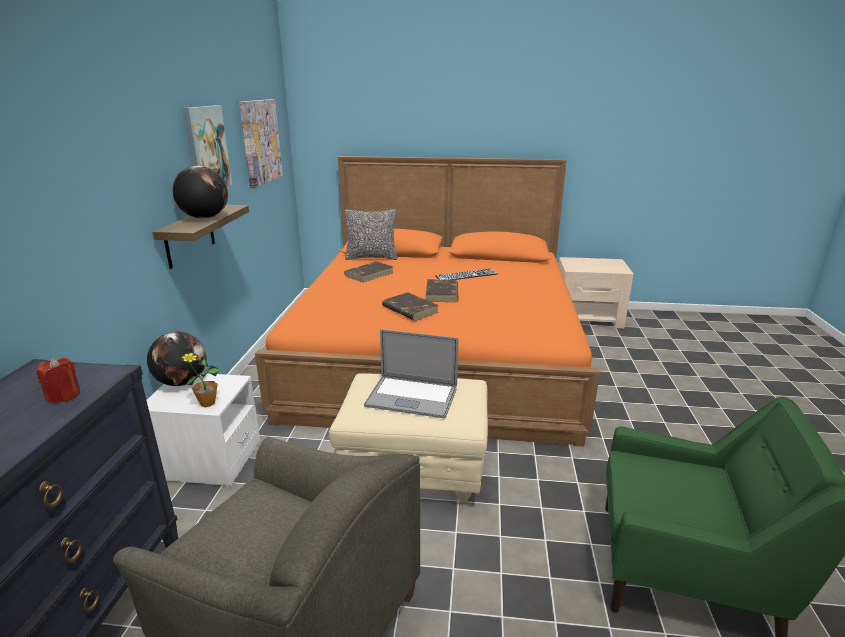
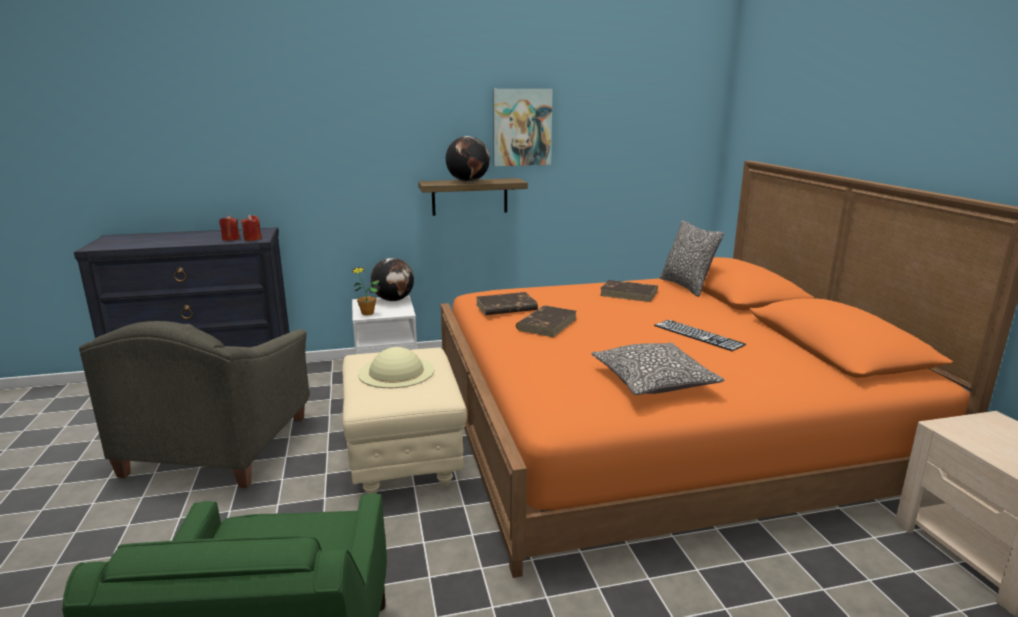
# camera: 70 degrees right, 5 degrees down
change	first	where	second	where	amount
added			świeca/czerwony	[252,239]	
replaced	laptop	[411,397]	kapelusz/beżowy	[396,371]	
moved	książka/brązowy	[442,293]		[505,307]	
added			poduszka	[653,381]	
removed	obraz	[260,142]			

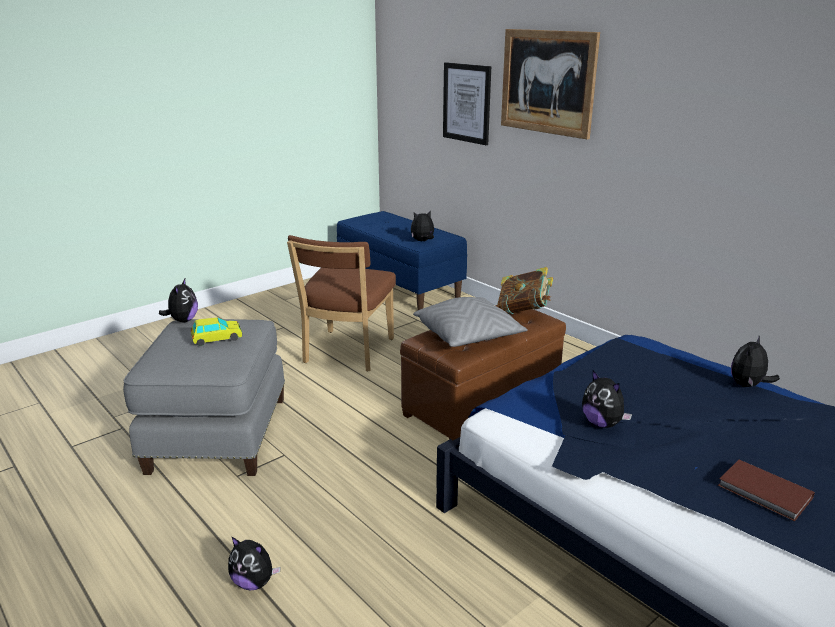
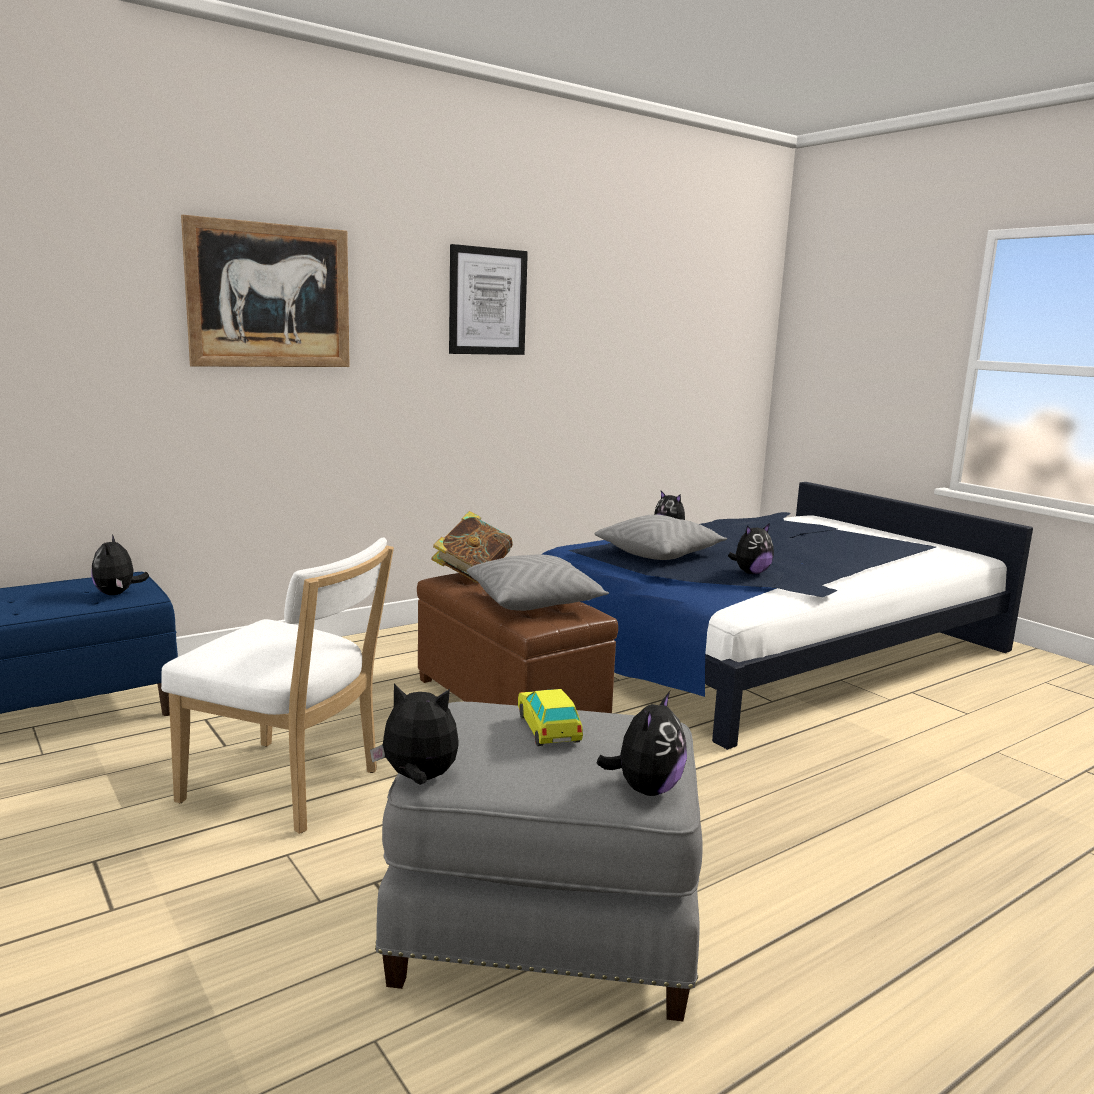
# camera: 85 degrees left, 10 degrees down
change	first	where	second	where	amount
recoloured	krzesło/brązowy	[346,353]	krzesło/biały	[289,788]	
moved	obraz	[467,103]		[487,301]	
added			poduszka/szary	[659,554]	
moved	pluszak	[254,582]		[646,789]	
removed	książka/brązowy	[765,493]			

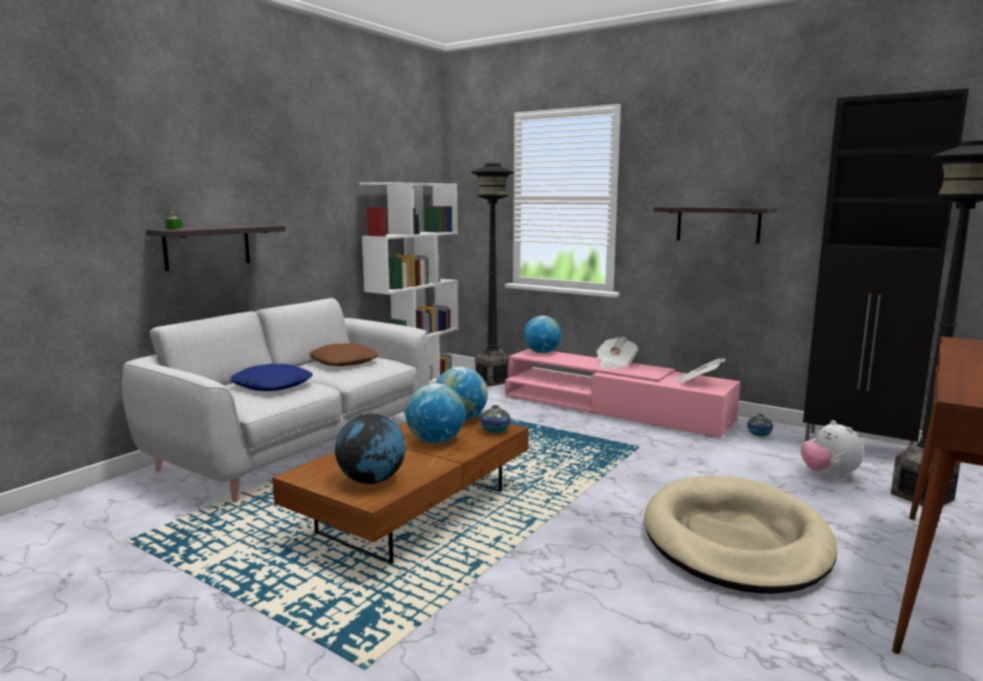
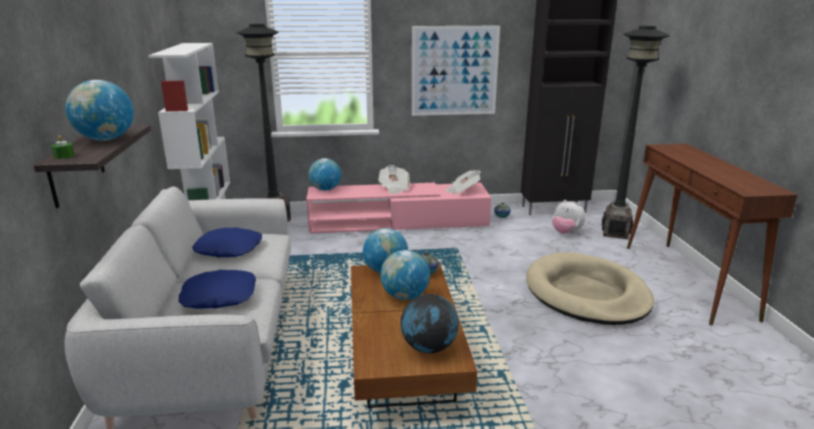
# camera: 40 degrees left, 10 degrees up
change	first	where	second	where	amount
added			globus	[106,139]	
recoloured	poduszka/brązowy	[344,362]	poduszka/niebieski	[229,249]	
replaced	półka	[718,224]	obraz	[454,71]	

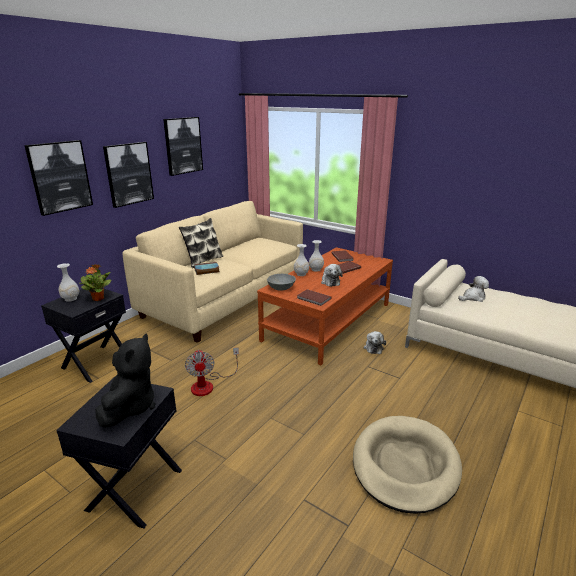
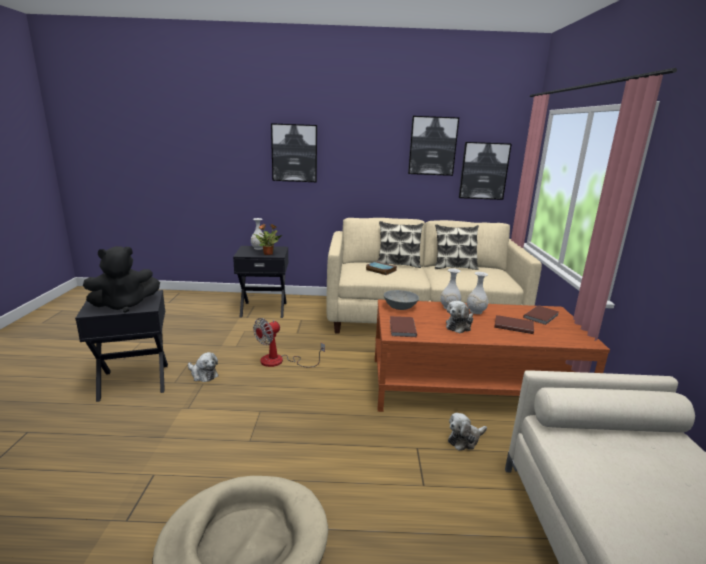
# camera: 55 degrees right, 5 degrees down
change	first	where	second	where	amount
moved	pluszak	[473,298]		[203,375]	
added			poduszka	[454,267]	
moved	obraz	[128,174]		[483,171]	

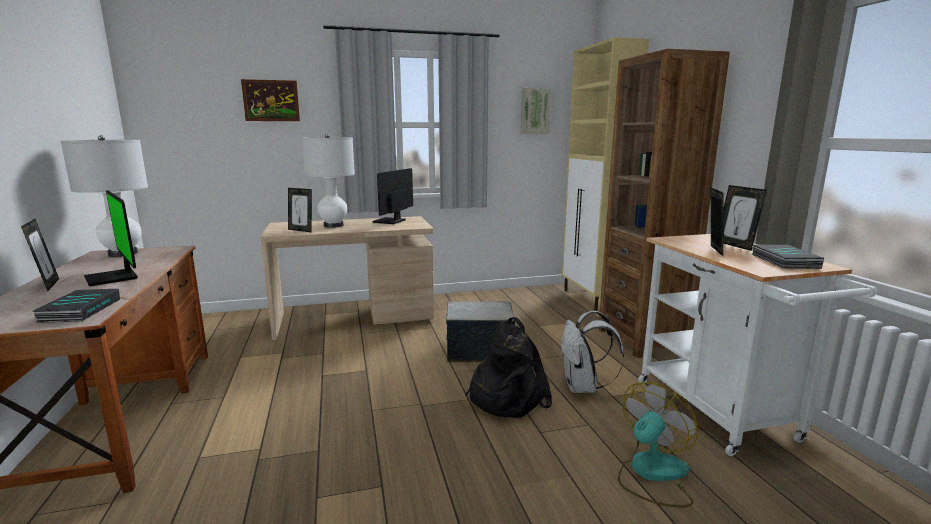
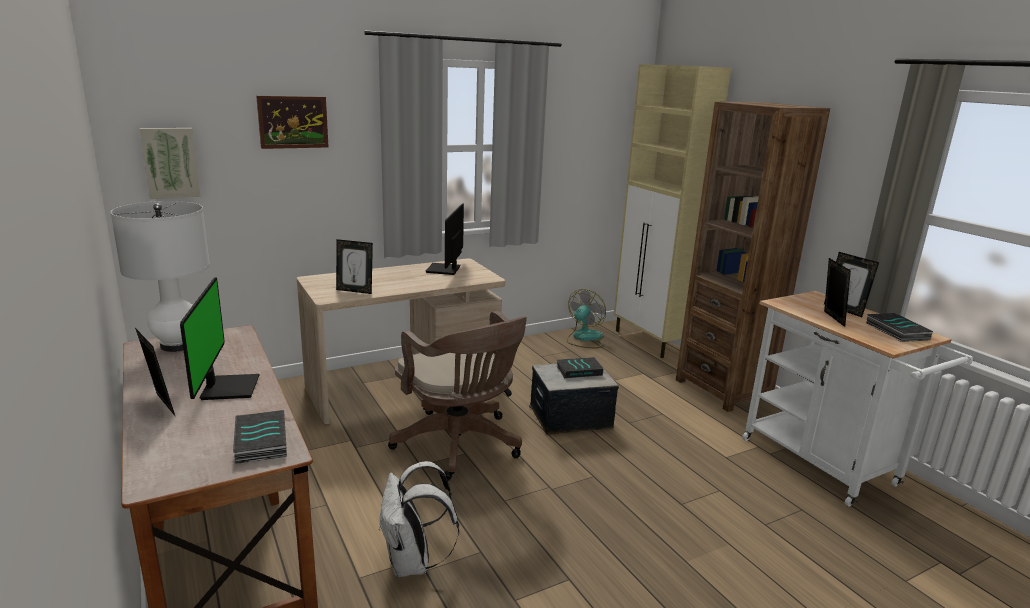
# camera: 15 degrees left, 5 degrees up
change	first	where	second	where	amount
moved	obraz	[535,111]		[170,162]	
turned	monitor	[114,277]		[227,387]	135 degrees counterclockwise
moved	plecak/biały	[583,387]		[412,563]	
added			krzesło biurowe/brązowy	[461,446]	
added			książka	[579,370]	
moved	wentylator	[652,474]		[584,338]	
removed	lampa stołowa/biały	[333,225]			
removed	plecak/czarny	[505,397]			

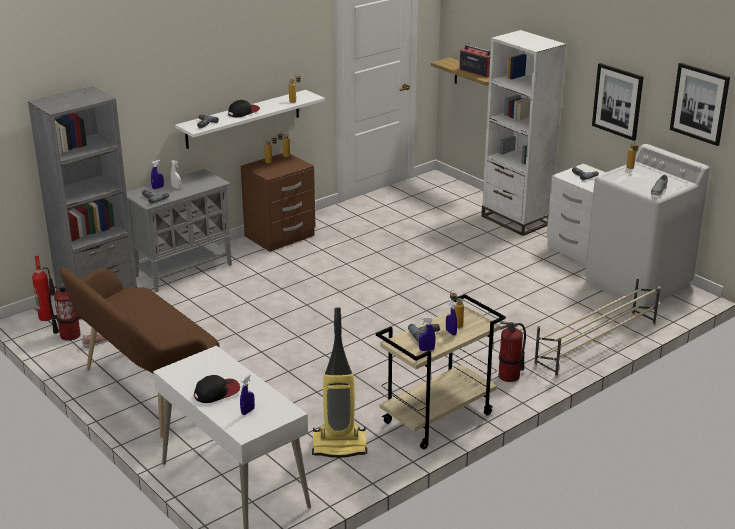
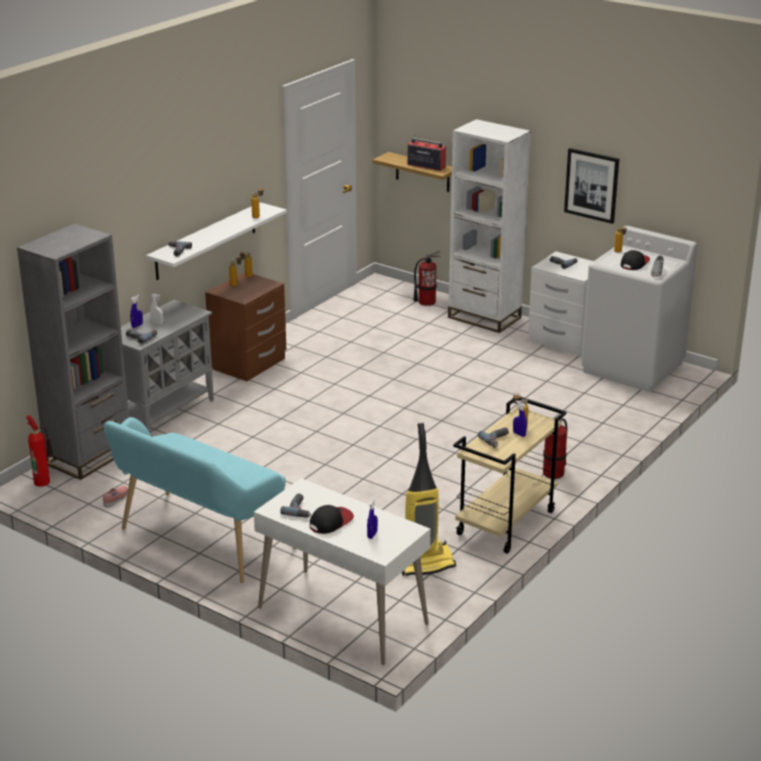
# camera: 15 degrees left, 0 degrees up
change	first	where	second	where	amount
recoloured	ławka/brązowy	[147,391]	ławka/turkusowy	[200,541]	
added			wiertarka	[300,509]	
moved	gaśnica	[70,335]		[426,302]	
moved	czapka z daszkiem	[243,112]		[634,263]	
removed	spryskiwacz/niebieski	[426,350]			
removed	regał na buty/beżowy	[595,344]			
removed	obraz	[700,103]			

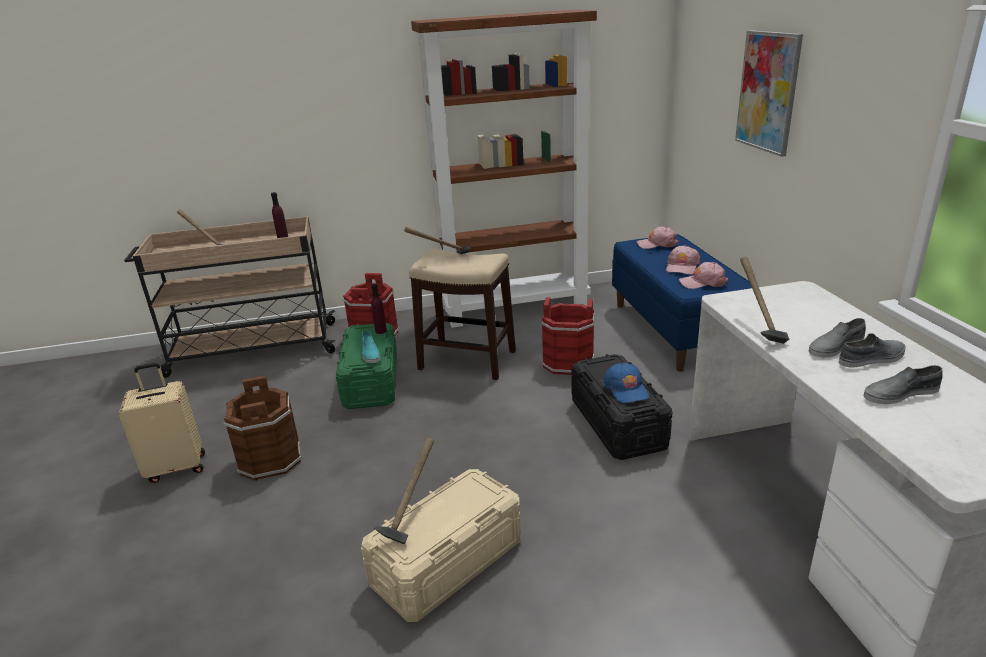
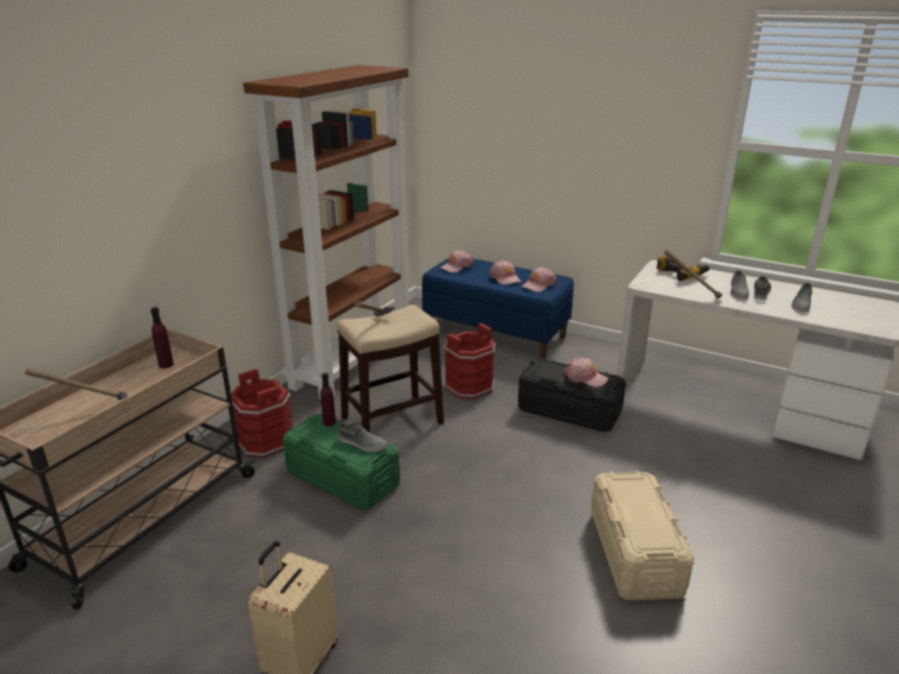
# camera: 50 degrees left, 0 degrees up
change	first	where	second	where	amount
recoloured	but/turkusowy	[370,353]	but/szary	[362,443]	
recoloured	czapka z daszkiem/niebieski	[626,389]	czapka z daszkiem/różowy	[585,377]	
added			wiertarka	[681,274]	
removed	wiadro/brązowy	[271,459]			
removed	młotek	[411,516]			
removed	obraz	[768,92]			

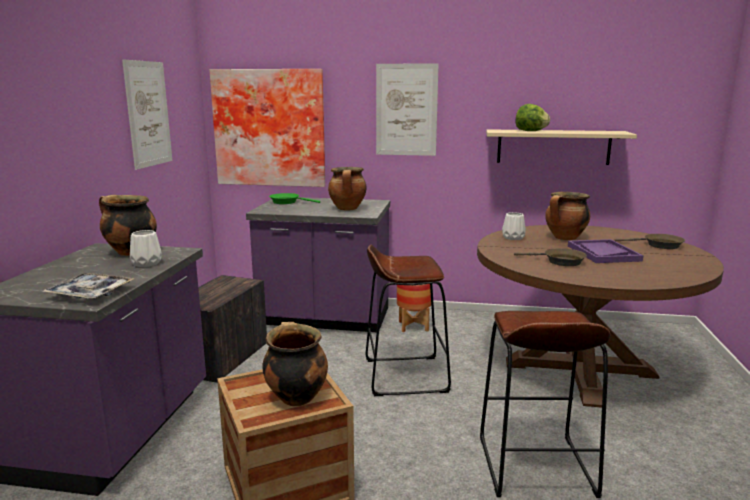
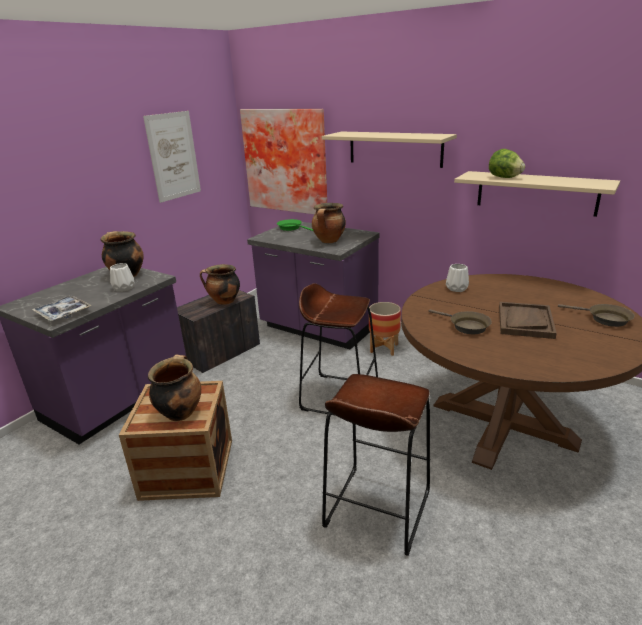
# camera: 25 degrees right, 10 degrees up
change	first	where	second	where	amount
moved	garnek	[565,238]		[224,302]	
replaced	obraz	[406,110]	półka/beżowy	[395,149]	
recoloured	taca/fioletowy	[603,253]	taca/brązowy	[525,321]	

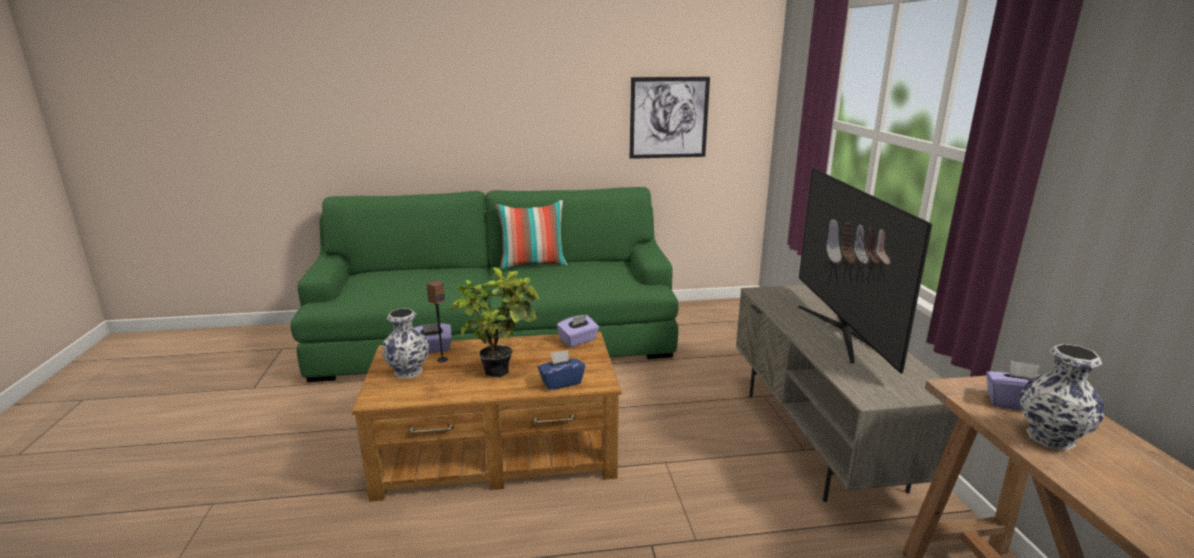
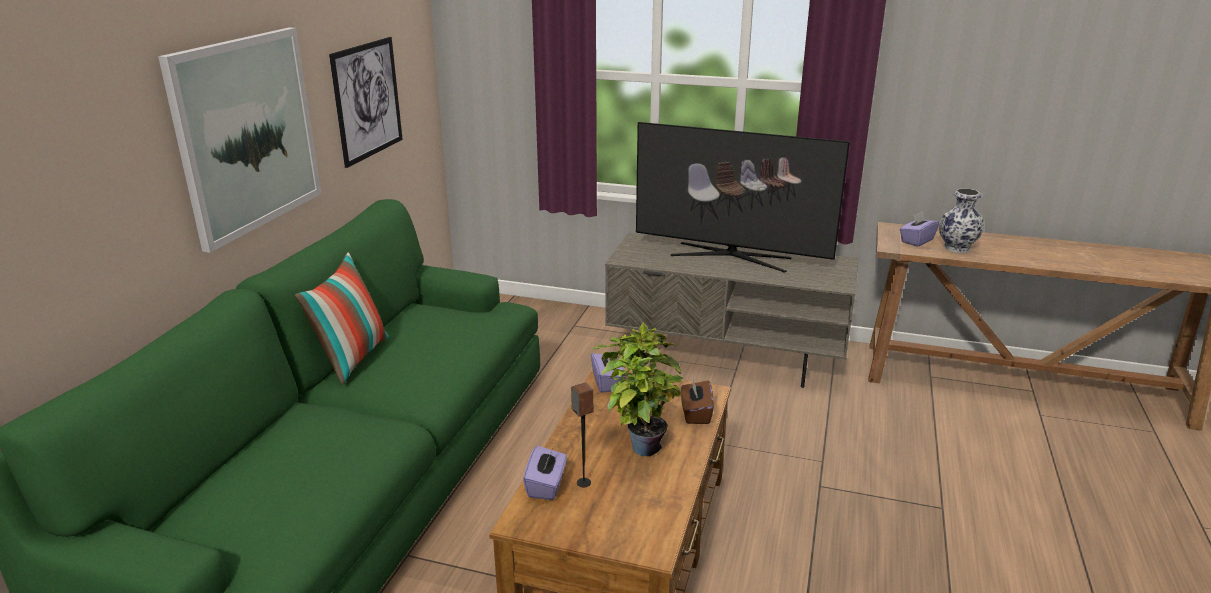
# camera: 65 degrees left, 5 degrees up
change	first	where	second	where	amount
added			obraz	[247,134]	
recoloured	pudełko chusteczek/niebieski	[561,382]	pudełko chusteczek/brązowy	[695,414]	
removed	wazon	[407,371]			

